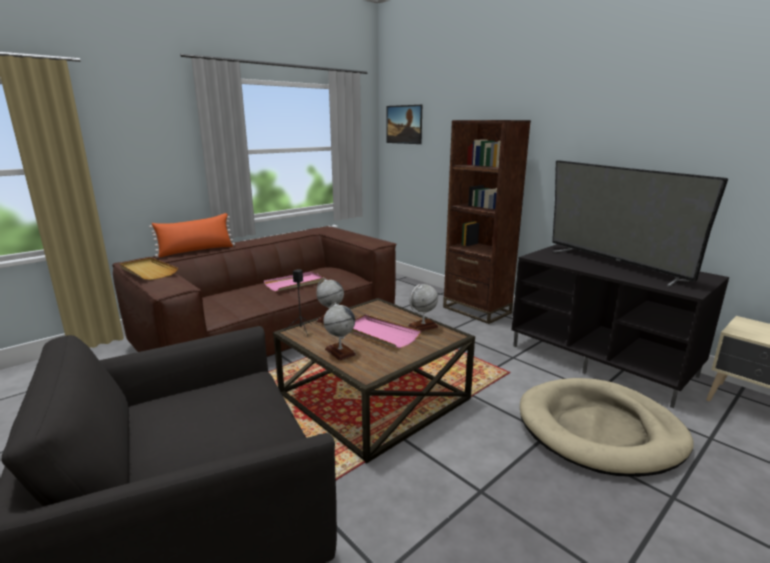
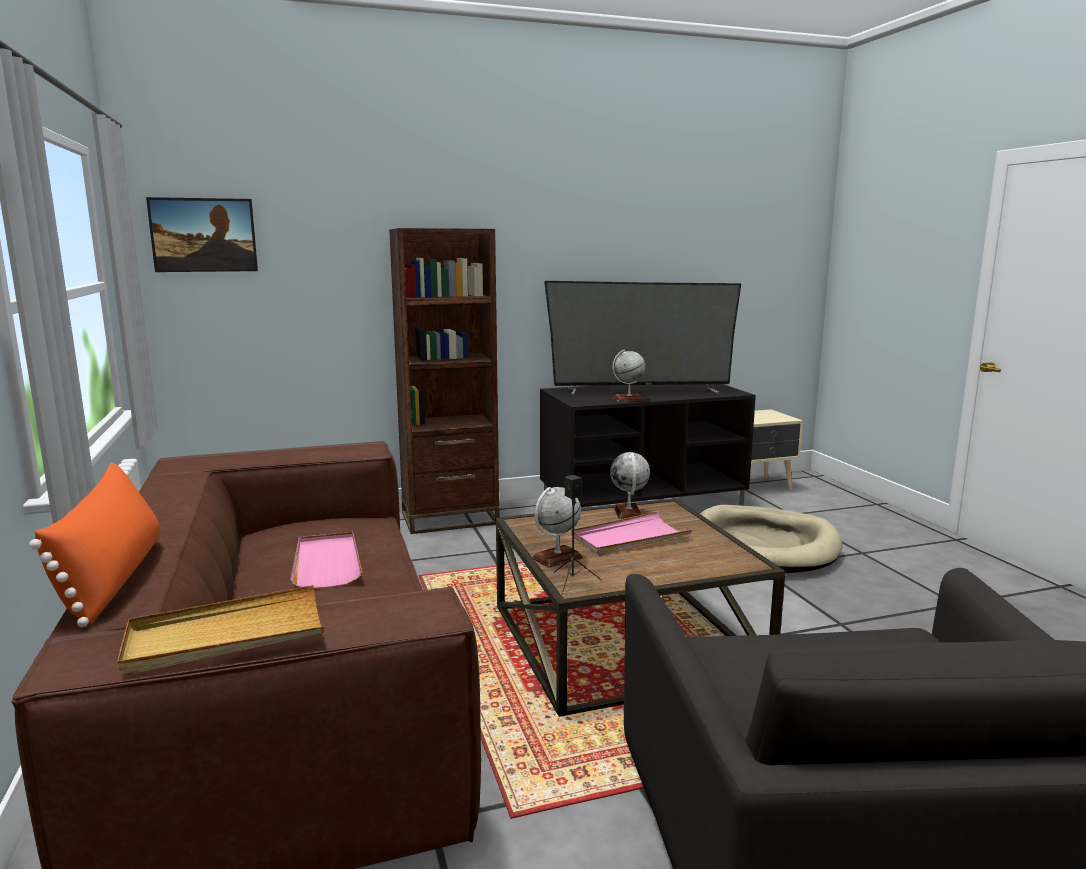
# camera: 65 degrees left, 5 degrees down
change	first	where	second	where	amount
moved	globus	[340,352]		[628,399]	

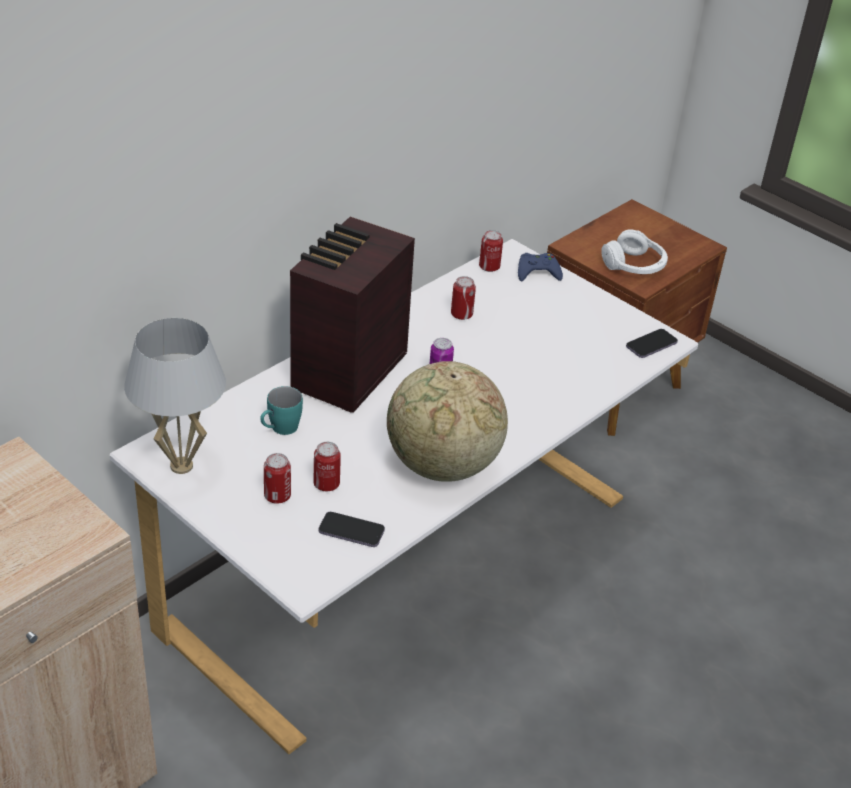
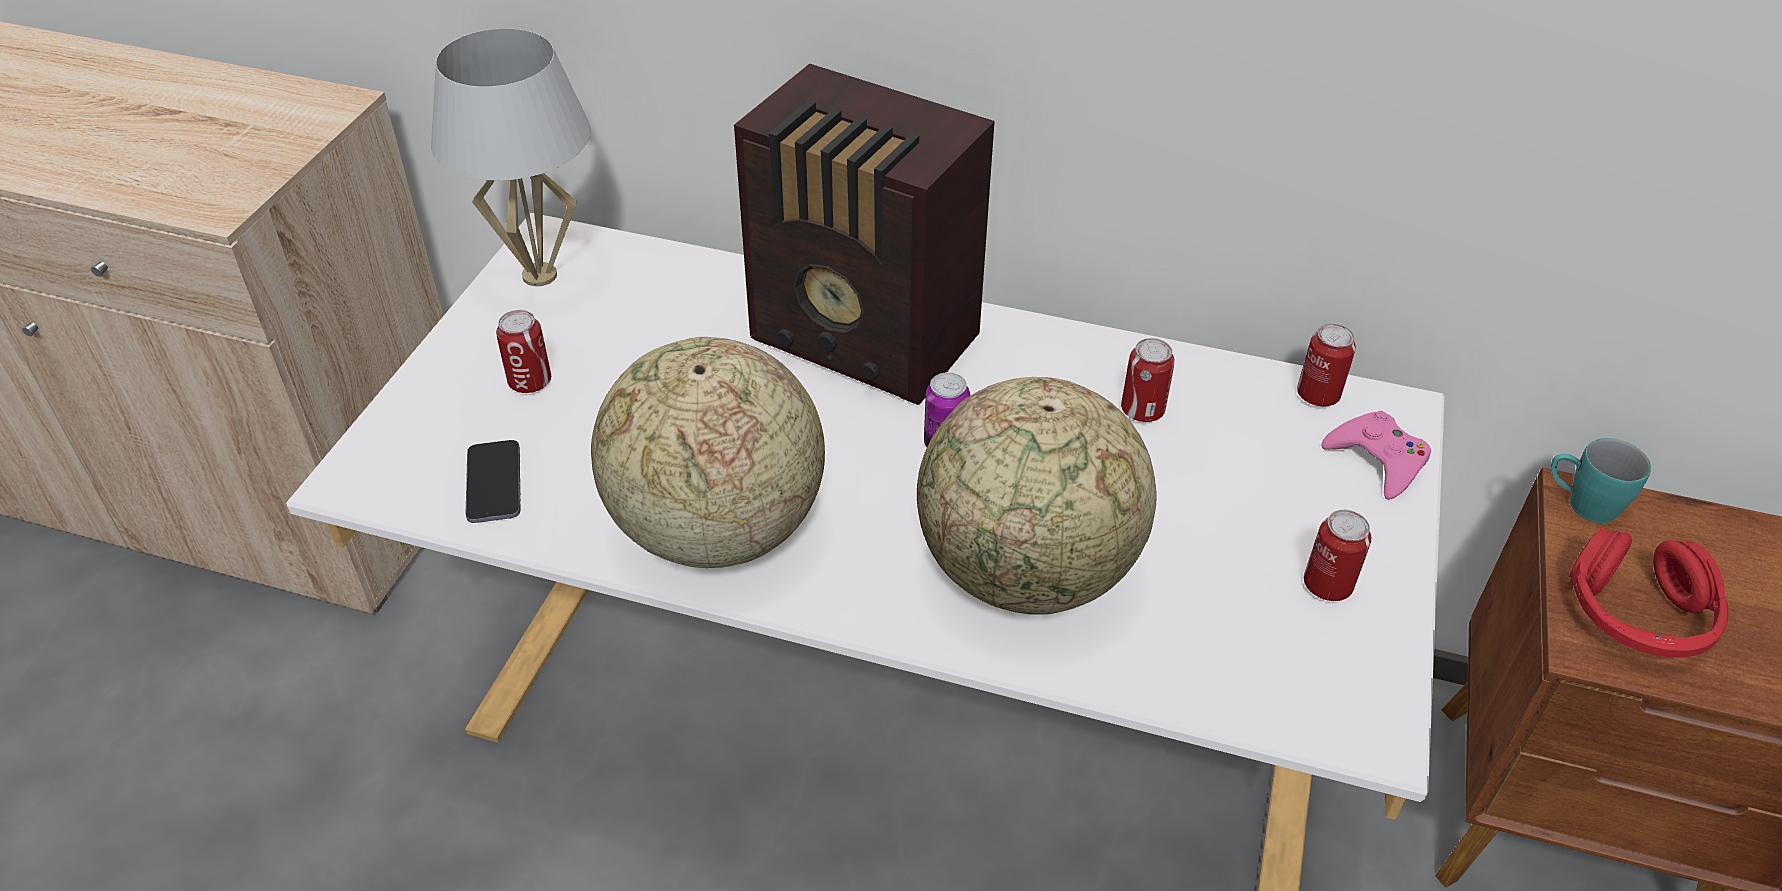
# camera: 65 degrees right, 5 degrees up
change	first	where	second	where	amount
turned	radio	[346,372]		[866,342]	150 degrees counterclockwise
added			globus	[1026,573]	
moved	puszka	[326,484]		[1327,585]	
recoloured	pad do gier/niebieski	[537,272]	pad do gier/różowy	[1377,460]	
moved	kubek/turkusowy	[280,429]		[1580,504]	
recoloured	słuchawki/biały	[634,265]	słuchawki/czerwony	[1637,615]	
removed	telefon	[651,345]			

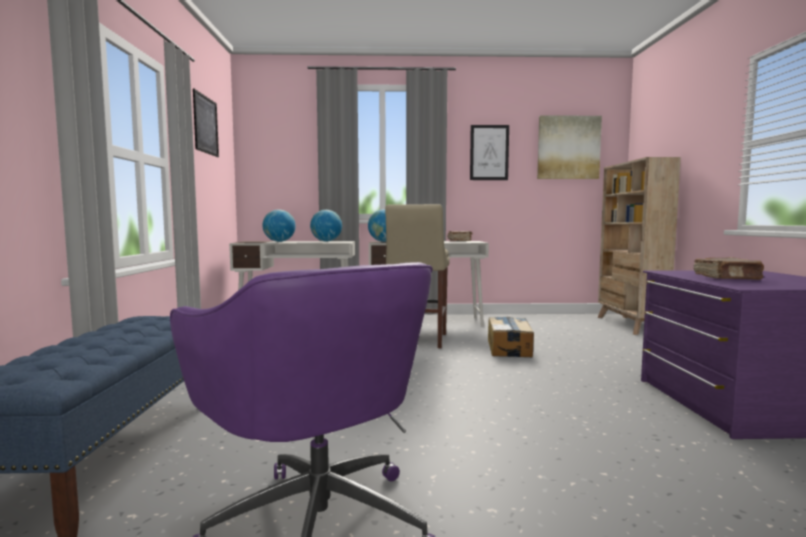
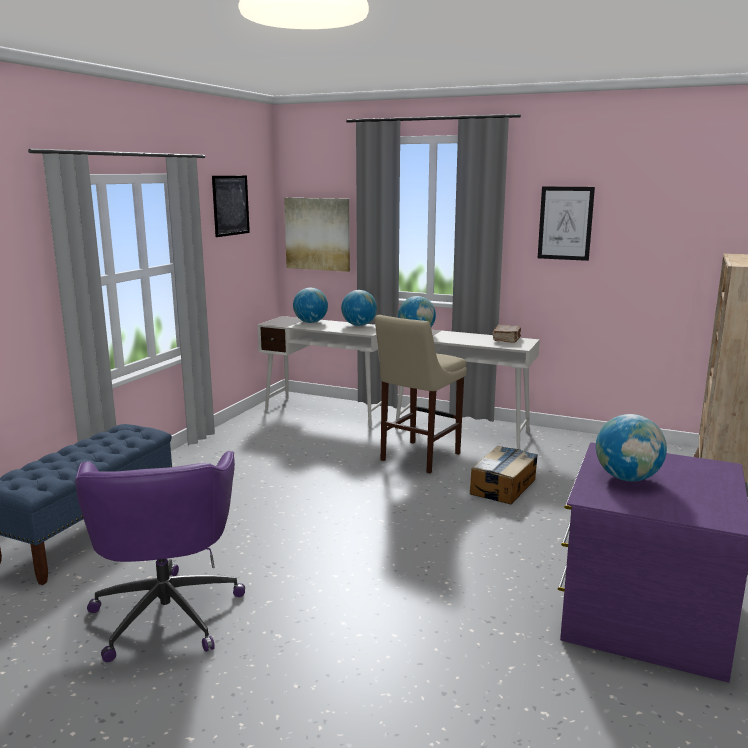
# camera: 25 degrees right, 10 degrees up
change	first	where	second	where	amount
moved	obraz	[568,147]		[317,234]	
replaced	książka/brązowy	[727,278]	globus	[627,478]	

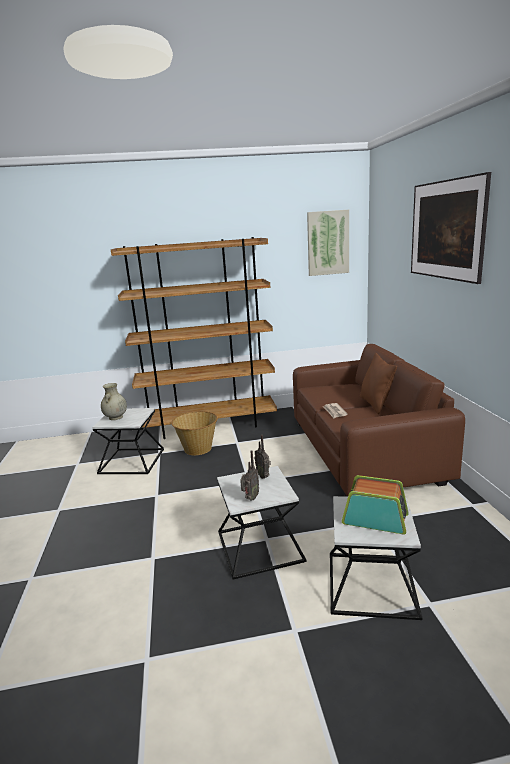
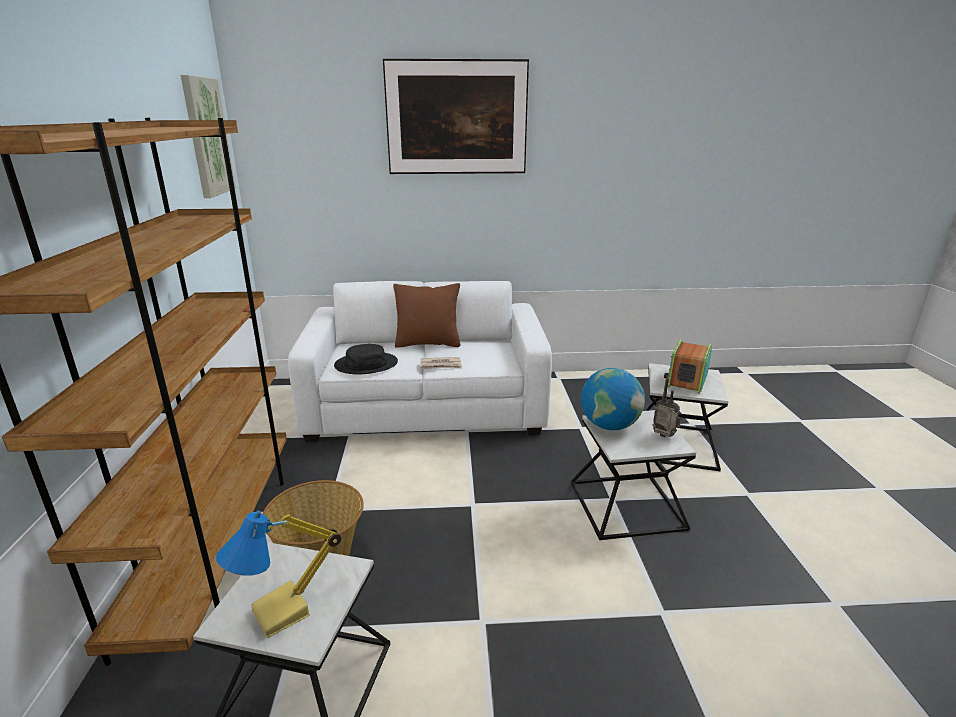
# camera: 85 degrees left, 5 degrees up
change	first	where	second	where	amount
replaced	wazon/beżowy	[115,417]	lampa stołowa	[282,613]	
recoloured	kanapa/brązowy	[364,449]	kanapa/biały	[426,406]	
added			kapelusz/czarny	[366,364]	
replaced	radio	[263,476]	globus	[609,425]	

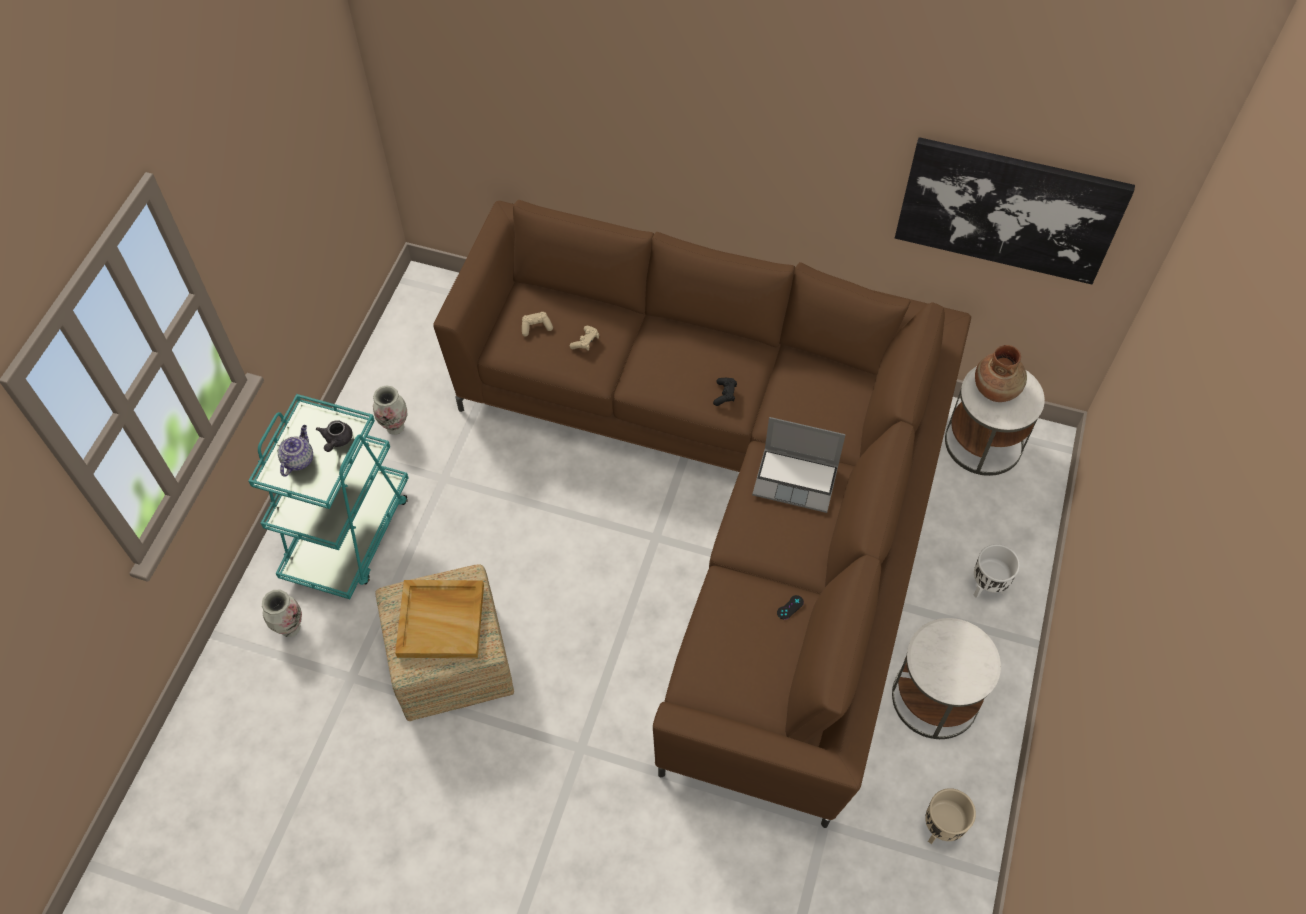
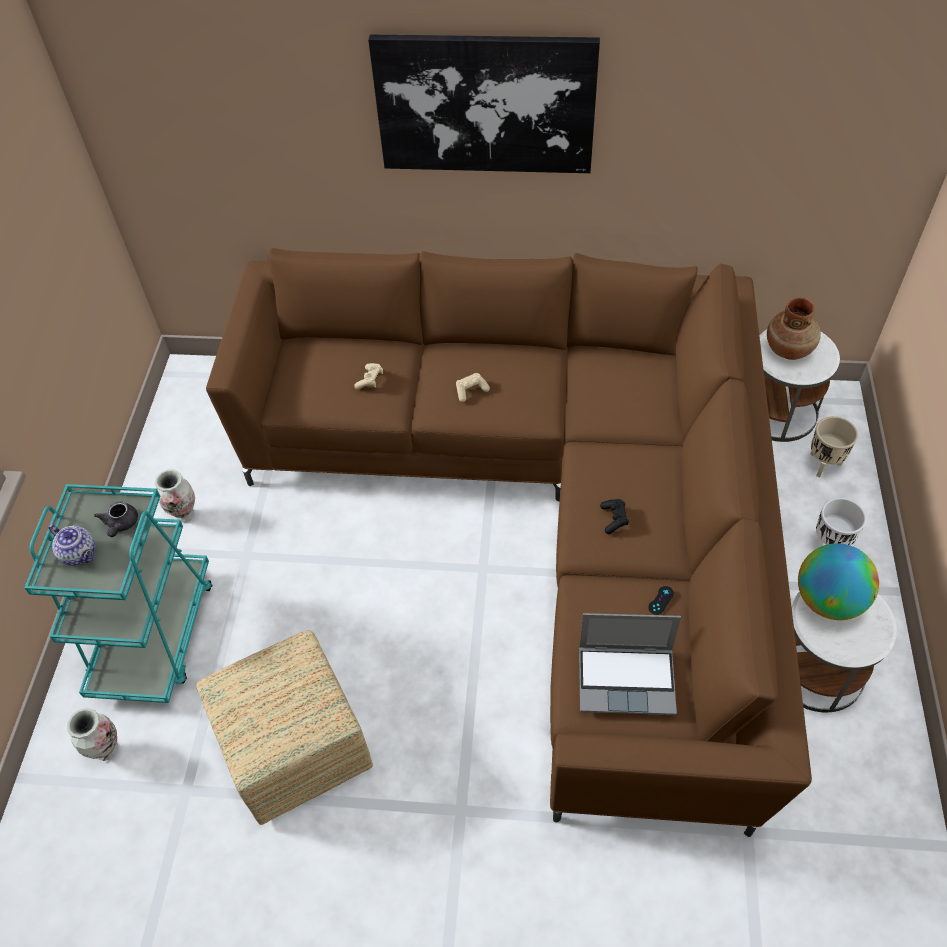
# camera: 10 degrees left, 5 degrees down
change	first	where	second	where	amount
turned	imbryk	[298,459]		[80,553]	120 degrees clockwise
moved	obraz	[1008,210]		[485,104]	
moved	pad do gier/beżowy	[536,327]		[471,391]	
moved	laptop	[796,480]		[627,679]	
moved	pad do gier/czarny	[725,394]		[614,519]	
added			globus	[828,600]	
moved	donica/beżowy	[940,827]		[823,464]	
removed	taca/beżowy	[442,620]			

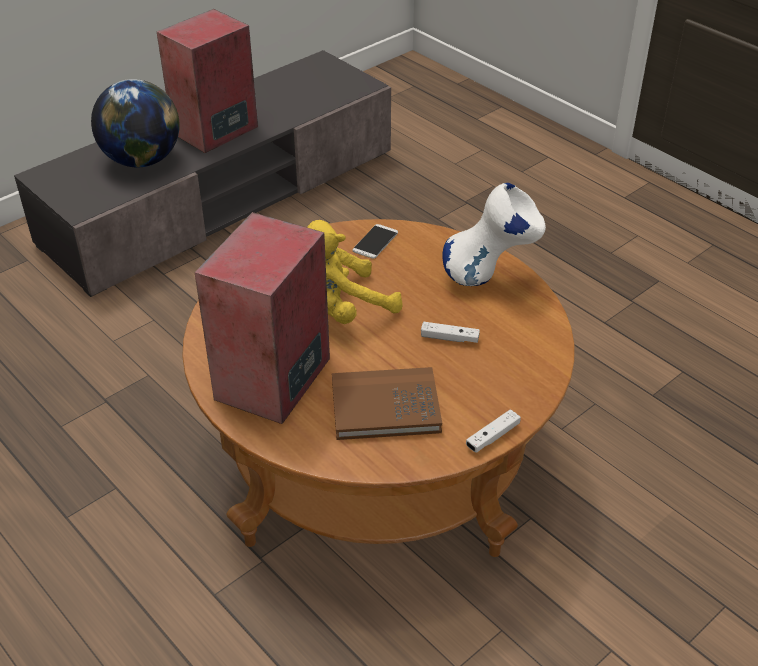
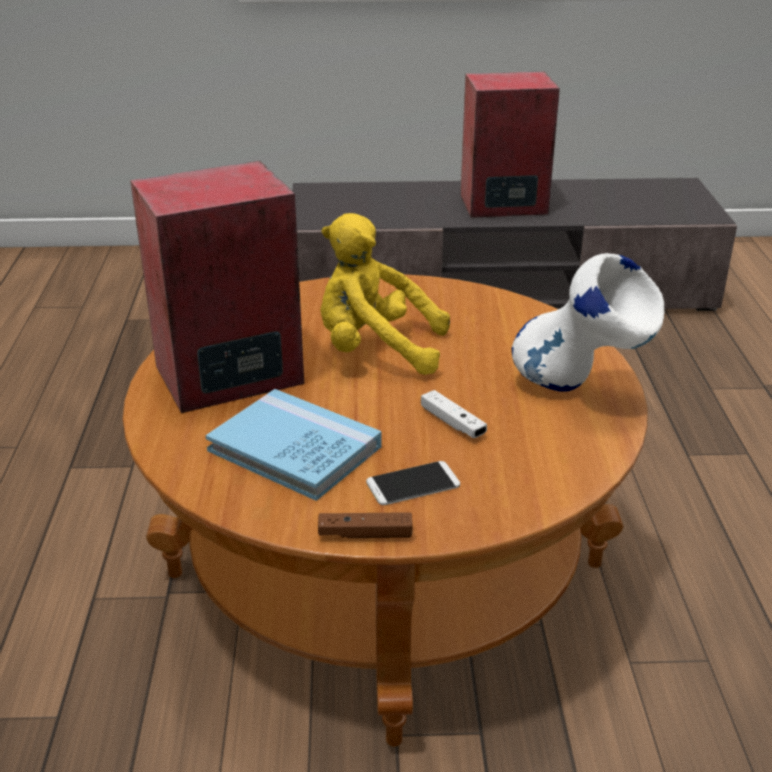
# camera: 40 degrees right, 10 degrees down
change	first	where	second	where	amount
recoloured	książka/brązowy	[385,407]	książka/niebieski	[294,449]	
recoloured	pad do gier/biały	[492,437]	pad do gier/brązowy	[365,534]	
moved	telefon	[375,242]		[413,484]	
removed	globus	[142,160]			

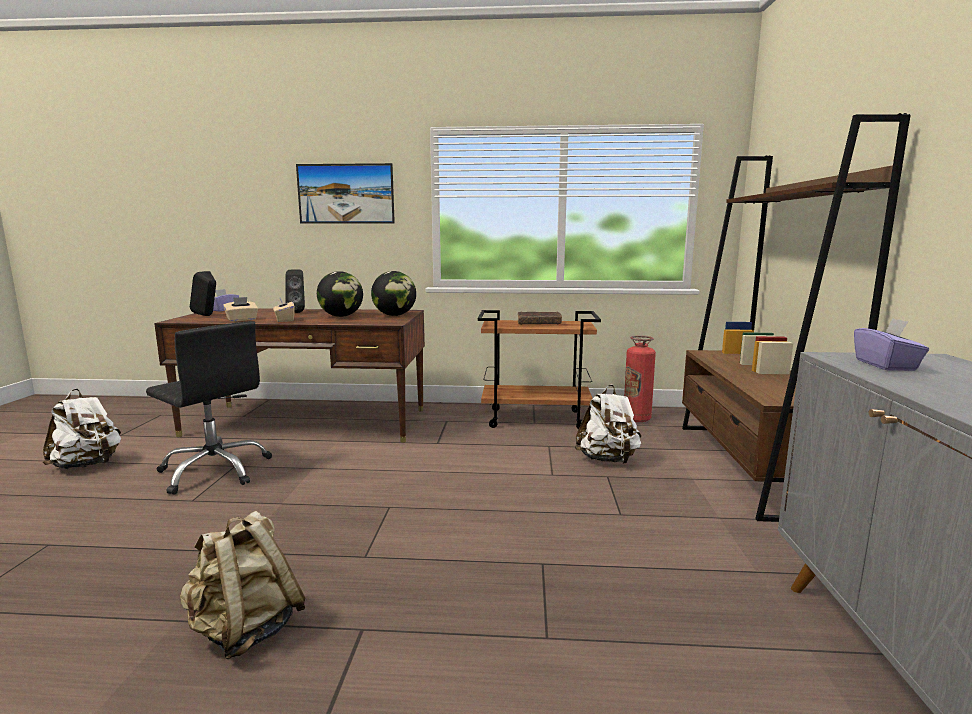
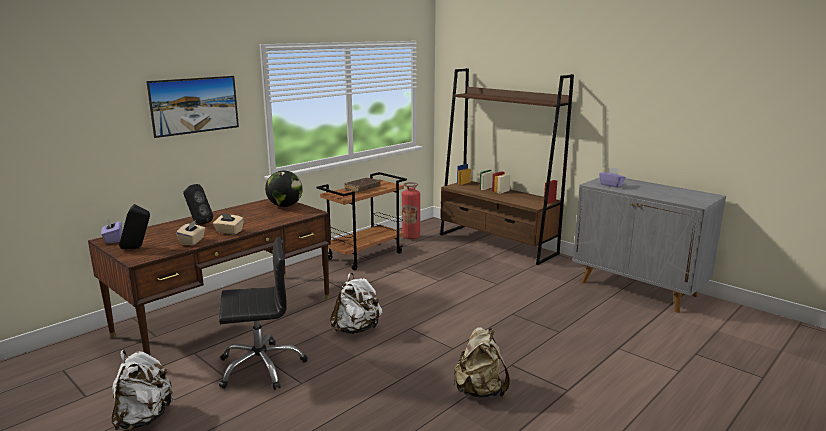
# camera: 50 degrees left, 5 degrees up
change	first	where	second	where	amount
moved	plecak/biały	[607,460]		[357,329]	
removed	globus	[341,316]			

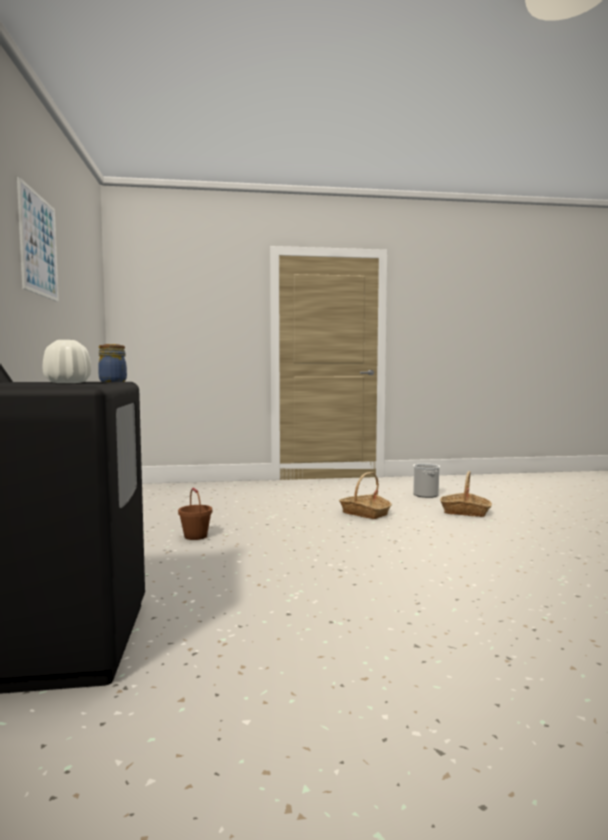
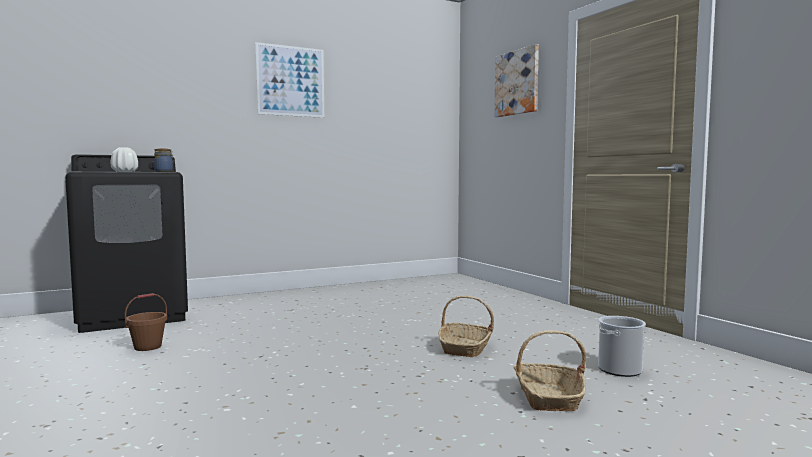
# camera: 70 degrees right, 0 degrees up
change	first	where	second	where	amount
moved	wiadro/brązowy	[195,536]		[148,347]	
added			obraz	[517,83]	

